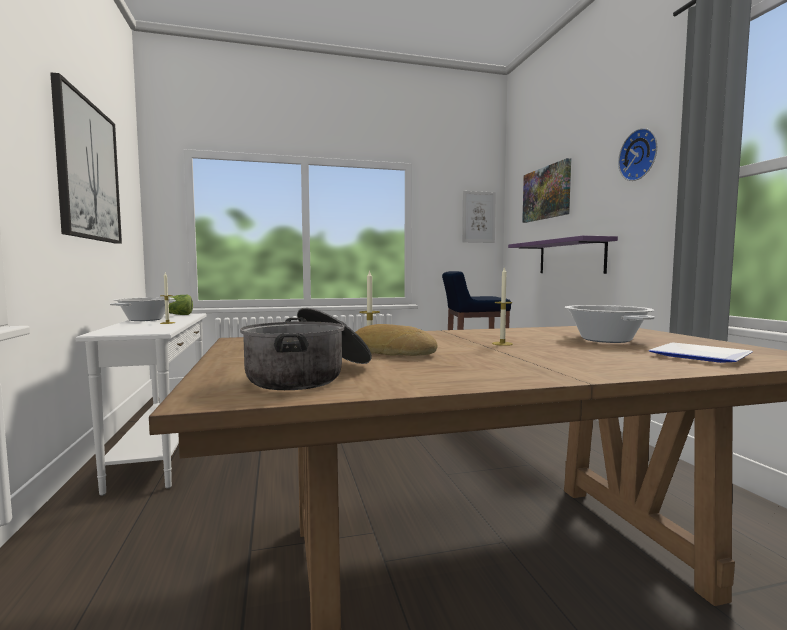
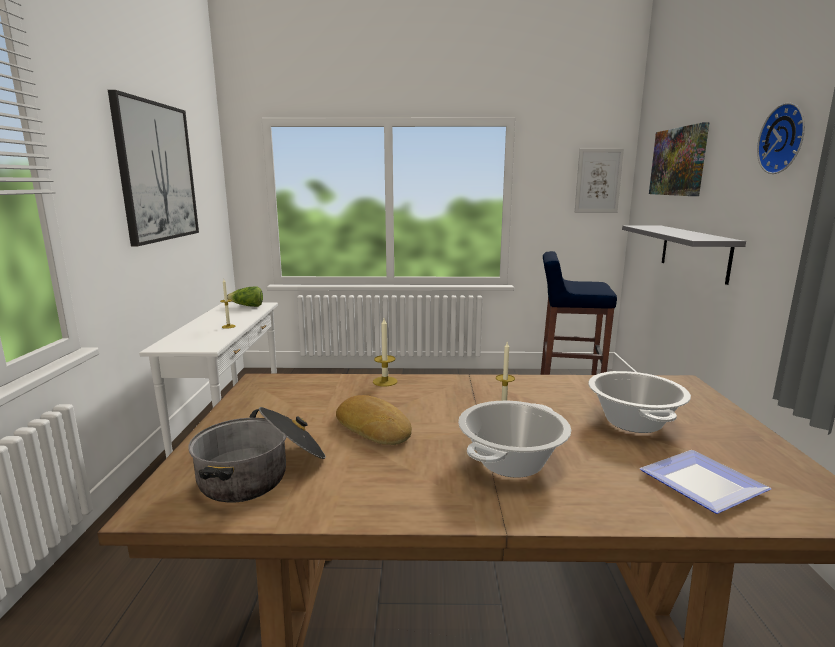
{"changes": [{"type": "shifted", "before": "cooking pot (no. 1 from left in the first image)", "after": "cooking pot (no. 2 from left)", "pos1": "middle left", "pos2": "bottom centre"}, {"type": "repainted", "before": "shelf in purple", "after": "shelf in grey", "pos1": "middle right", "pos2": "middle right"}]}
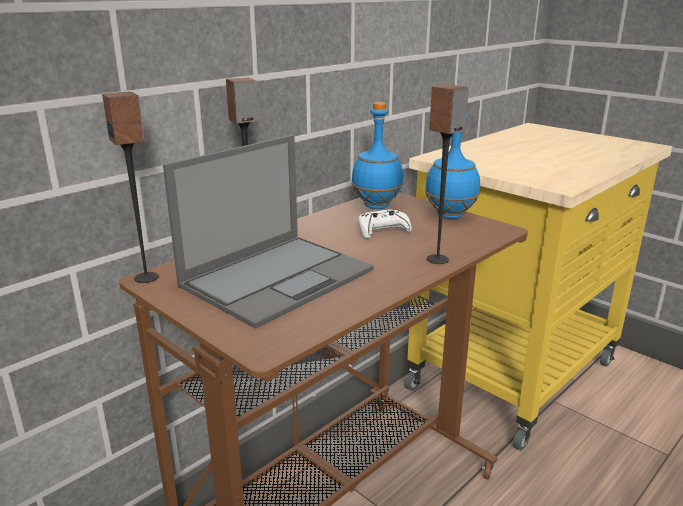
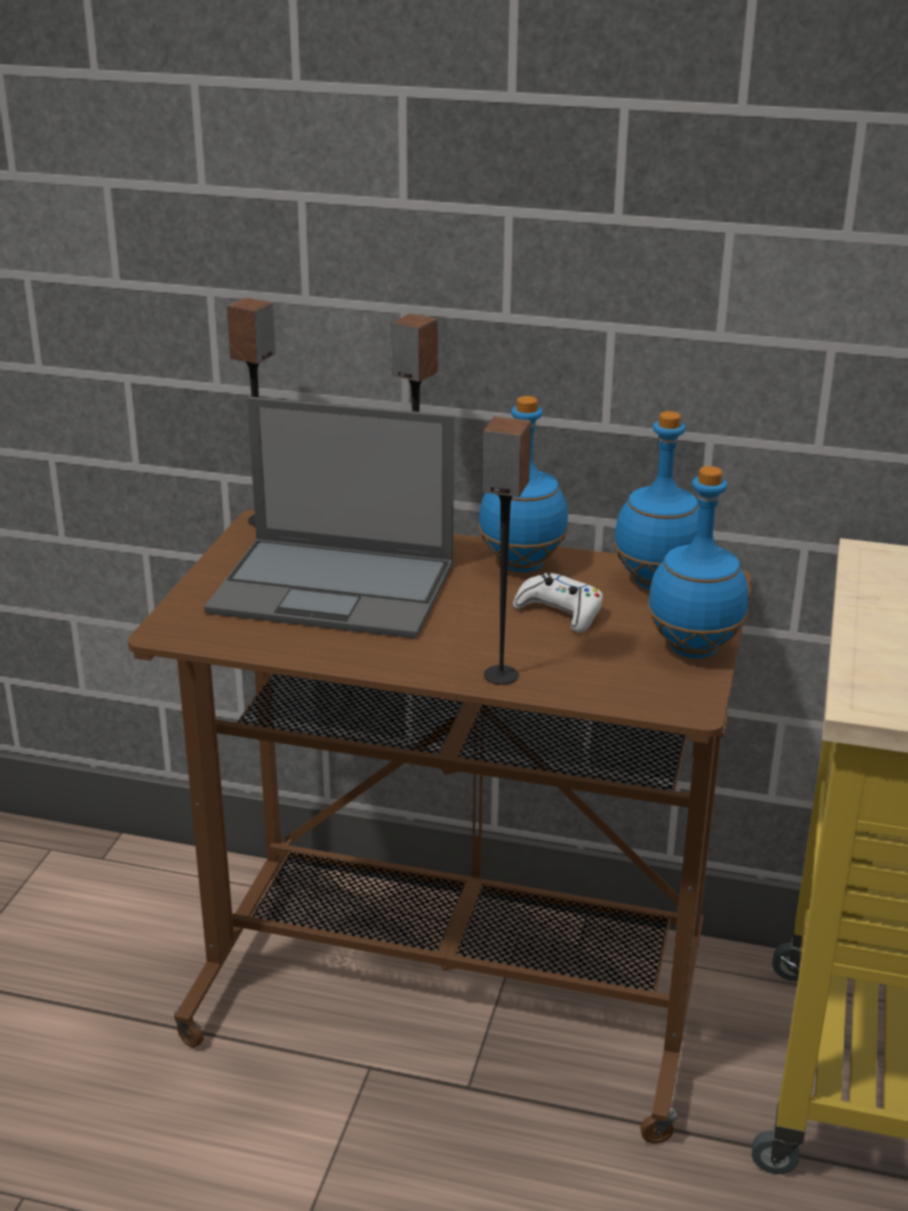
{"changes": [{"type": "new", "after": "bottle in blue (no. 1 from left)", "pos2": "centre"}]}
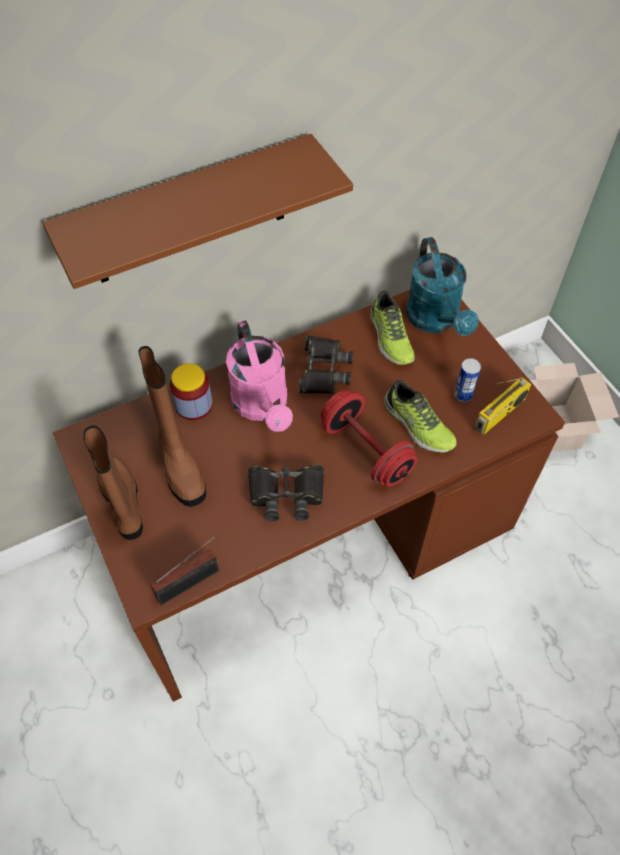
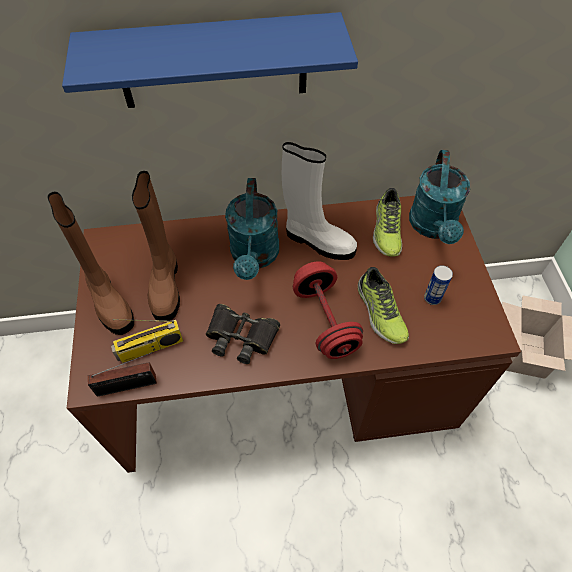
{"changes": [{"type": "rotated", "before": "boot in brown (no. 1 from left)", "pos1": "middle left", "pos2": "middle left", "turn": 150}, {"type": "repainted", "before": "shelf in brown", "after": "shelf in blue", "pos1": "top left", "pos2": "top centre"}, {"type": "shifted", "before": "radio (no. 2 from left)", "pos1": "middle right", "pos2": "middle left"}, {"type": "repainted", "before": "watering can in pink", "after": "watering can in turquoise (no. 1 from left)", "pos1": "centre", "pos2": "centre"}, {"type": "swapped", "before": "binoculars in black (no. 2 from left)", "after": "boot in white", "pos1": "centre", "pos2": "centre"}, {"type": "gone", "before": "jar", "pos1": "middle left"}]}
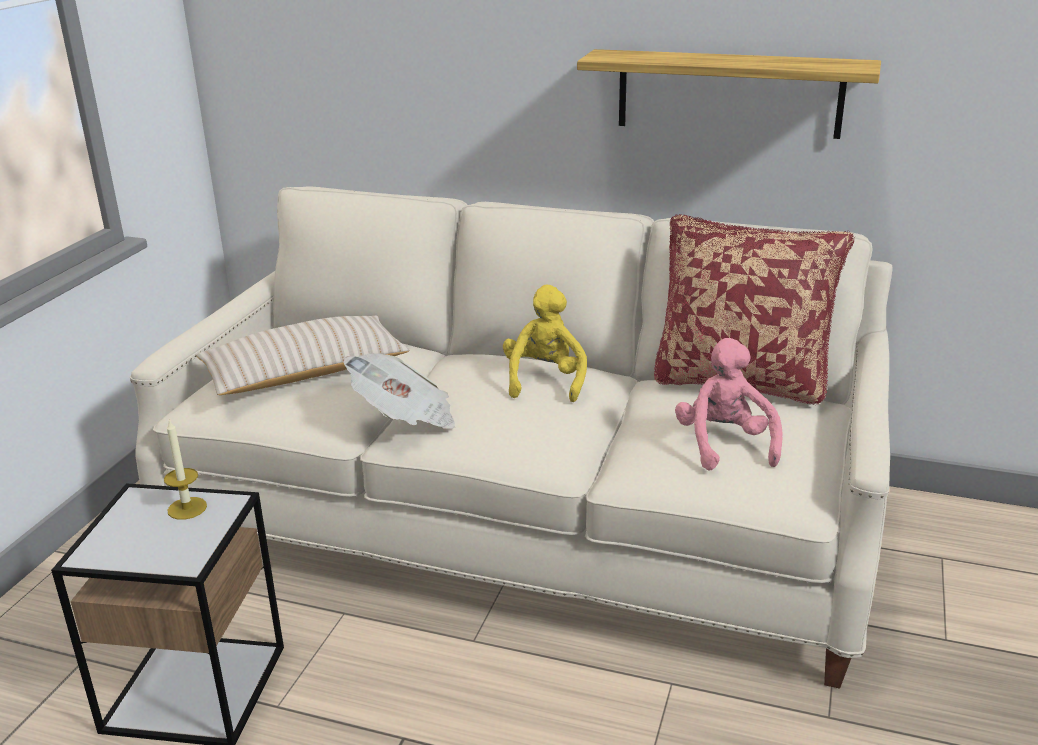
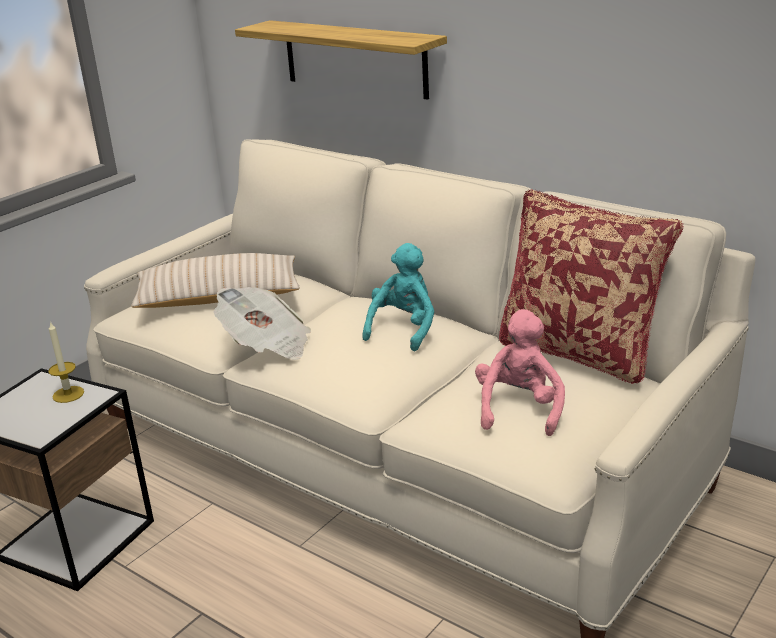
{"changes": [{"type": "shifted", "before": "shelf", "pos1": "top right", "pos2": "top centre"}, {"type": "repainted", "before": "plush toy in yellow", "after": "plush toy in turquoise", "pos1": "centre", "pos2": "centre"}]}
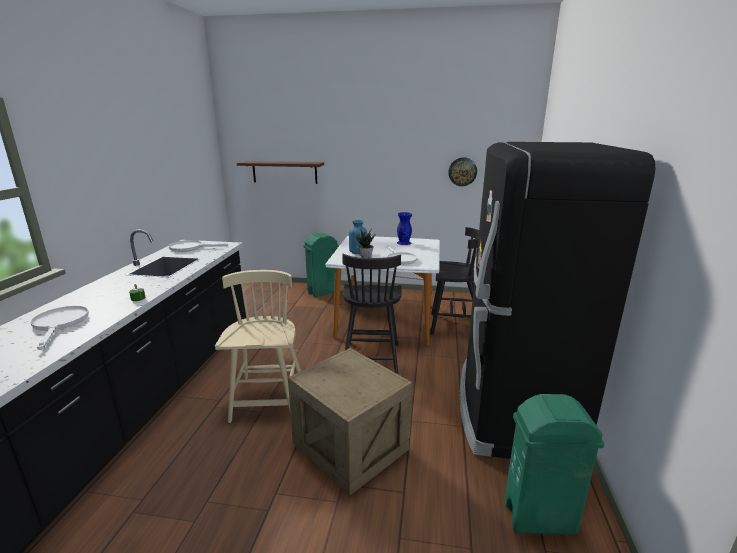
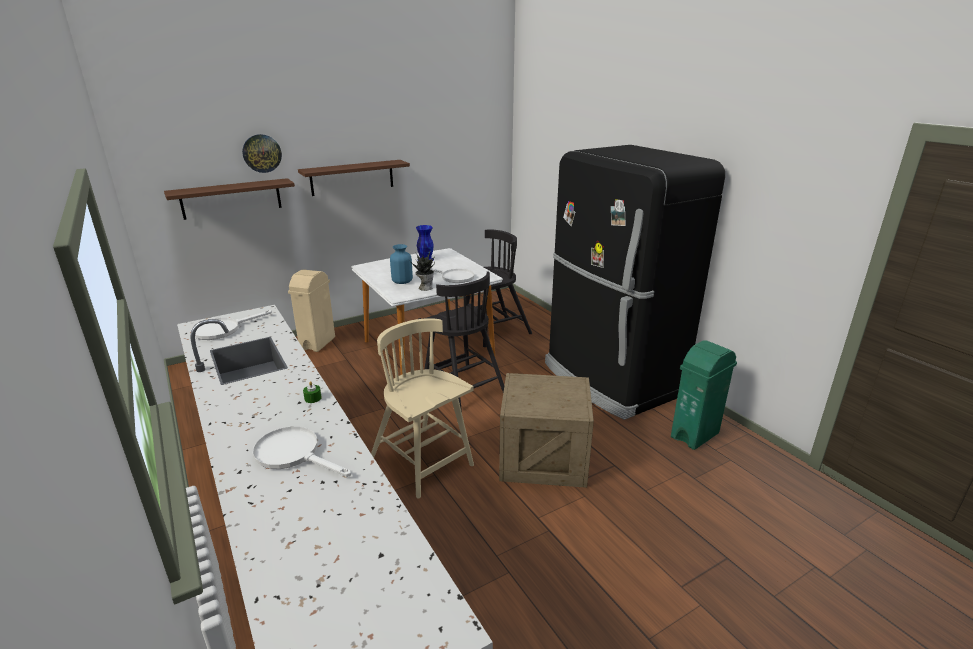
{"changes": [{"type": "shifted", "before": "wall clock", "pos1": "top centre", "pos2": "top left"}, {"type": "repainted", "before": "trash can in green (no. 1 from left)", "after": "trash can in beige", "pos1": "centre", "pos2": "middle left"}, {"type": "new", "after": "shelf in brown (no. 2 from left)", "pos2": "top centre"}]}
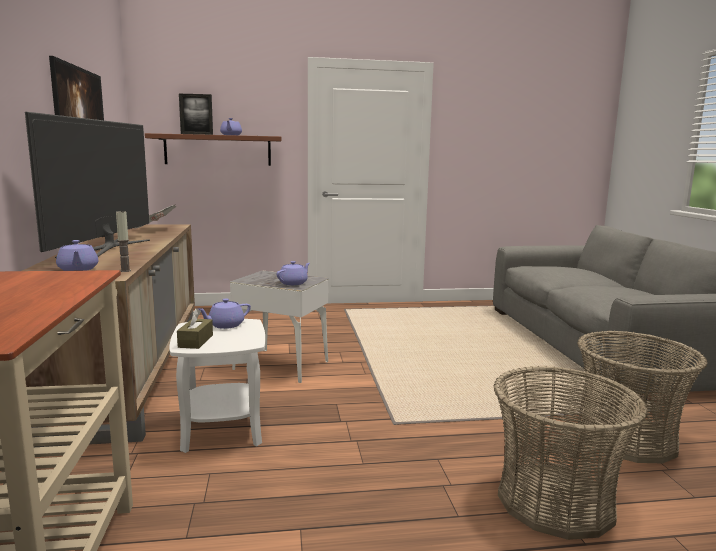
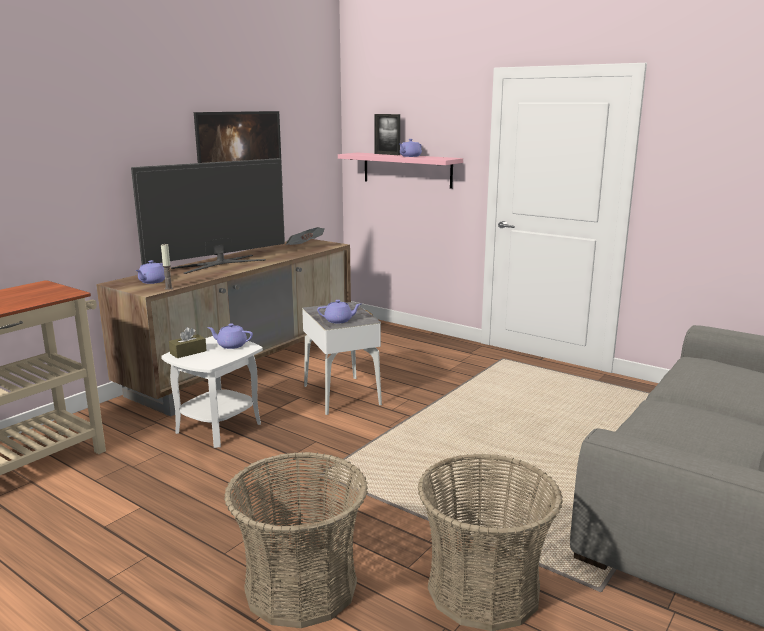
{"changes": [{"type": "repainted", "before": "shelf in brown", "after": "shelf in pink", "pos1": "top left", "pos2": "top centre"}]}
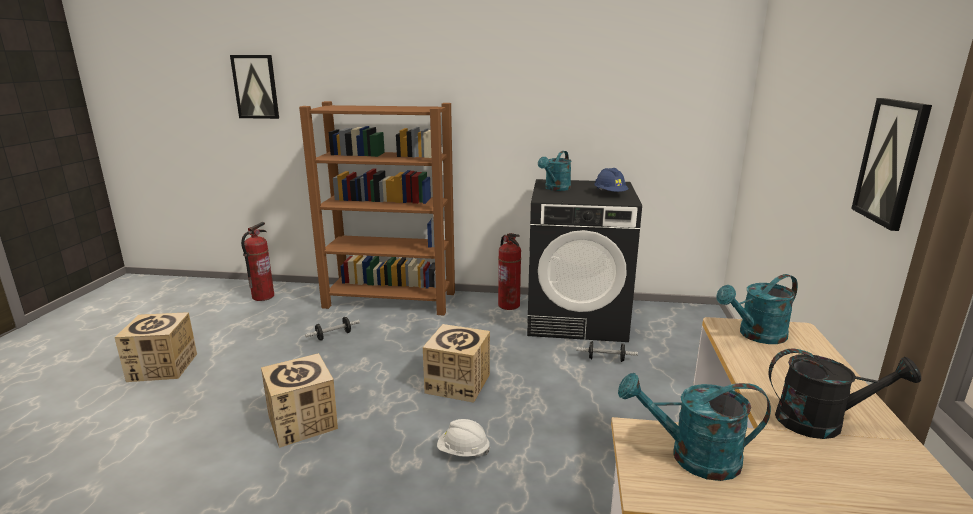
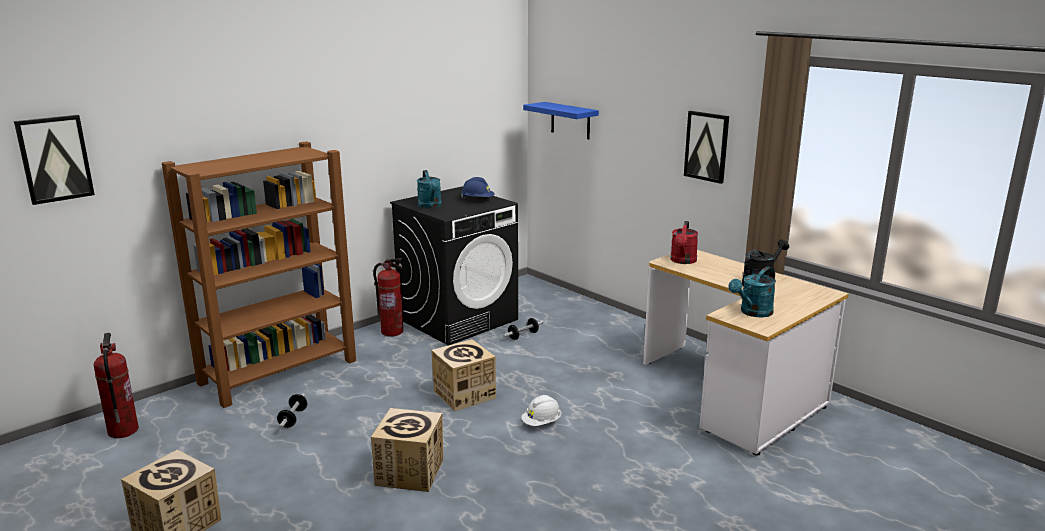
{"changes": [{"type": "new", "after": "shelf in blue", "pos2": "top centre"}, {"type": "repainted", "before": "watering can in turquoise (no. 3 from left)", "after": "watering can in red", "pos1": "middle right", "pos2": "centre"}]}
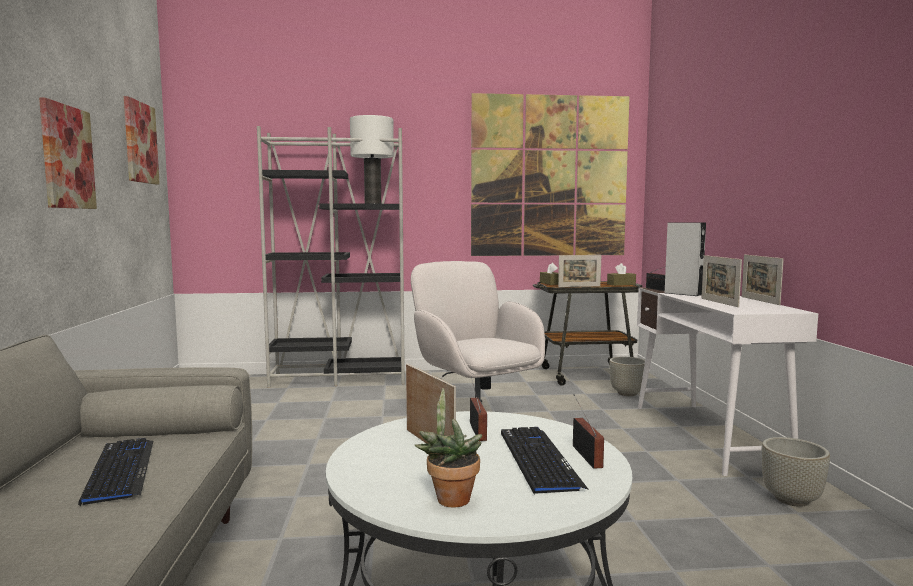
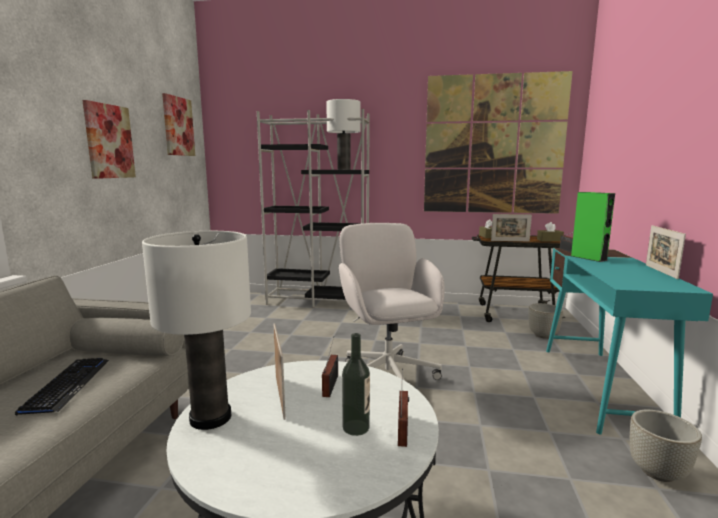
{"changes": [{"type": "new", "after": "table lamp in white (no. 1 from left)", "pos2": "middle left"}, {"type": "swapped", "before": "keyboard (no. 2 from left)", "after": "bottle", "pos1": "bottom centre", "pos2": "bottom centre"}, {"type": "repainted", "before": "desk in white", "after": "desk in turquoise", "pos1": "middle right", "pos2": "middle right"}, {"type": "repainted", "before": "speaker in grey", "after": "speaker in green", "pos1": "middle right", "pos2": "middle right"}, {"type": "gone", "before": "potted plant", "pos1": "bottom centre"}, {"type": "gone", "before": "picture frame (no. 3 from left)", "pos1": "middle right"}]}
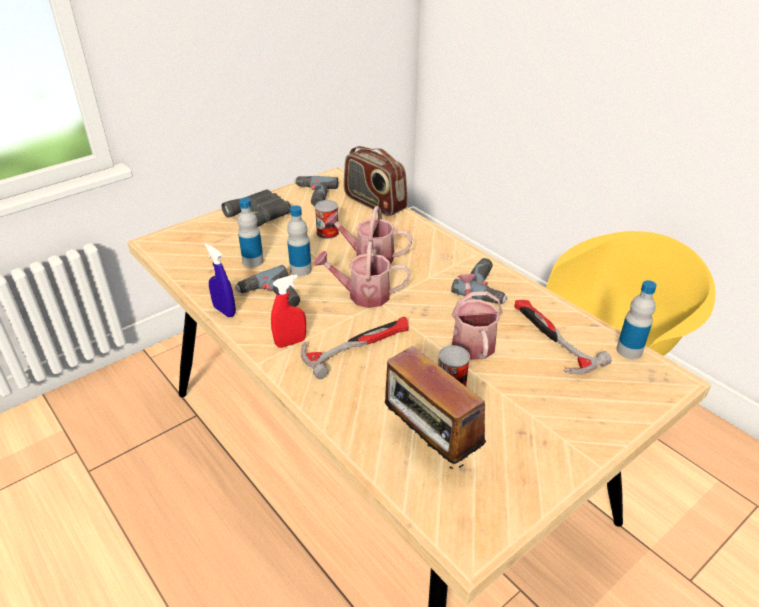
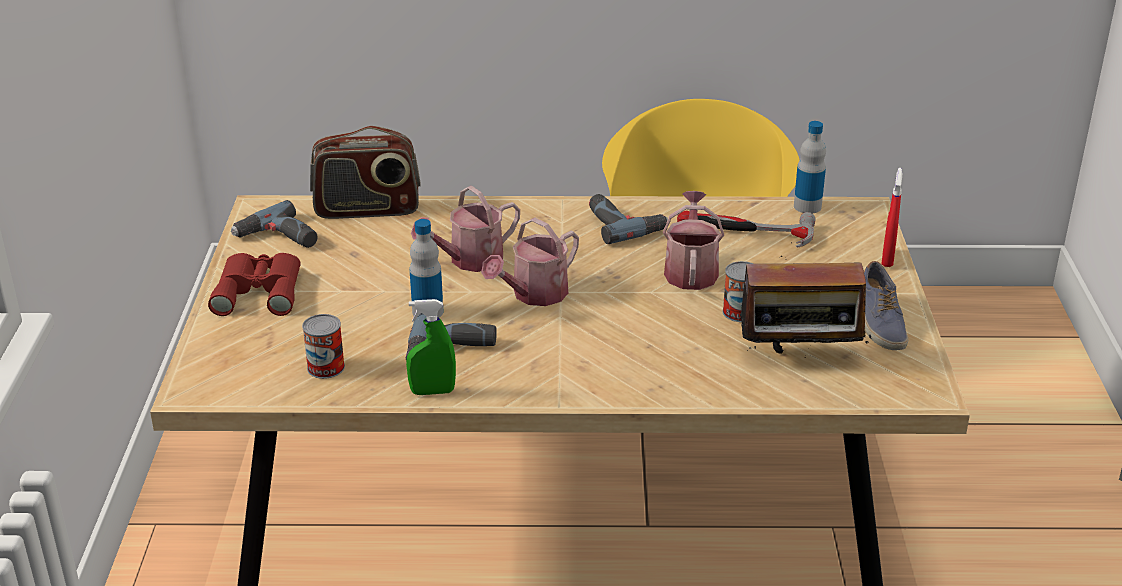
{"changes": [{"type": "repainted", "before": "binoculars in grey", "after": "binoculars in red", "pos1": "centre", "pos2": "middle left"}, {"type": "shifted", "before": "can (no. 1 from left)", "pos1": "centre", "pos2": "middle left"}, {"type": "repainted", "before": "spray bottle in blue", "after": "spray bottle in green", "pos1": "middle left", "pos2": "centre"}, {"type": "rotated", "before": "watering can (no. 3 from left)", "pos1": "centre", "pos2": "centre", "turn": 60}, {"type": "new", "after": "shoe", "pos2": "middle right"}, {"type": "shifted", "before": "spray bottle in red", "pos1": "centre", "pos2": "middle right"}, {"type": "gone", "before": "bottle (no. 1 from left)", "pos1": "middle left"}, {"type": "gone", "before": "hammer (no. 1 from left)", "pos1": "centre"}]}
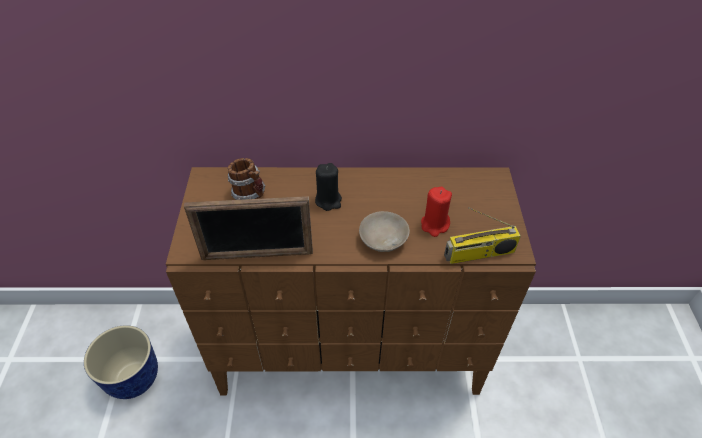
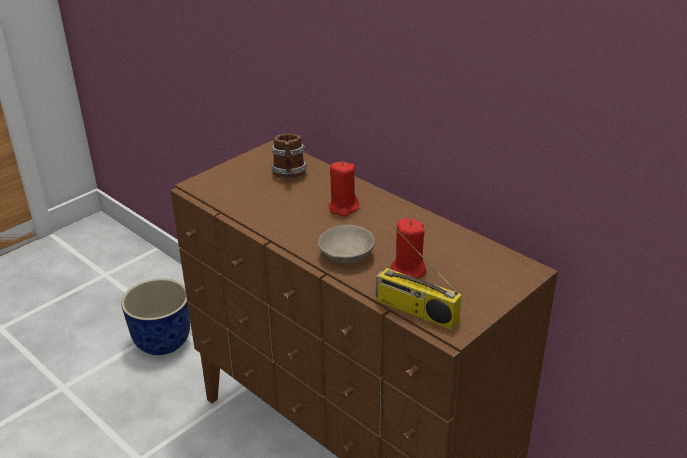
{"changes": [{"type": "repainted", "before": "candle in black", "after": "candle in red (no. 1 from left)", "pos1": "centre", "pos2": "centre"}, {"type": "gone", "before": "picture frame", "pos1": "centre"}]}
